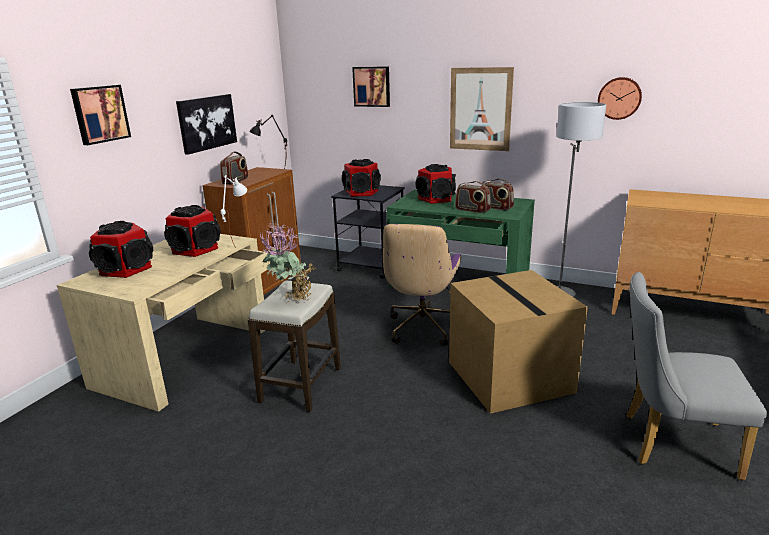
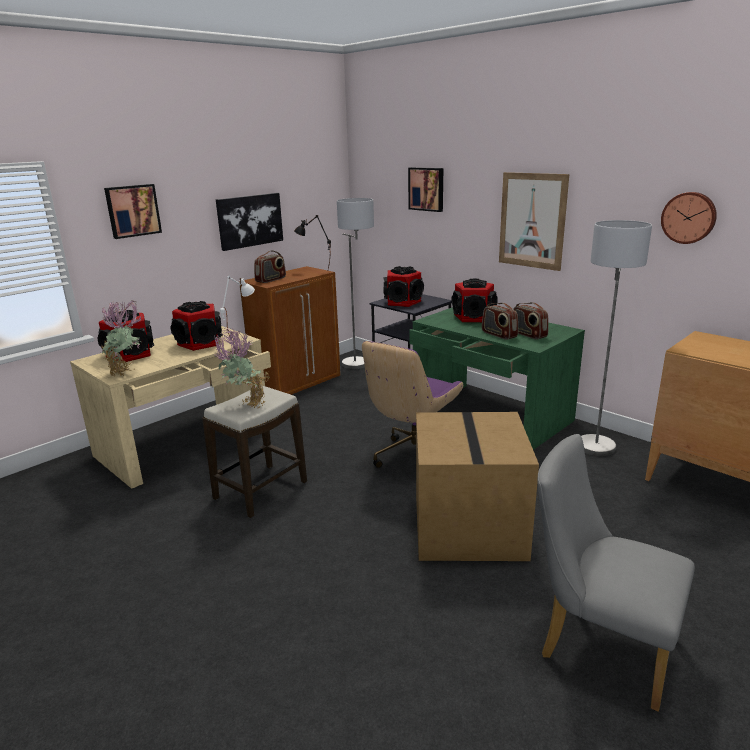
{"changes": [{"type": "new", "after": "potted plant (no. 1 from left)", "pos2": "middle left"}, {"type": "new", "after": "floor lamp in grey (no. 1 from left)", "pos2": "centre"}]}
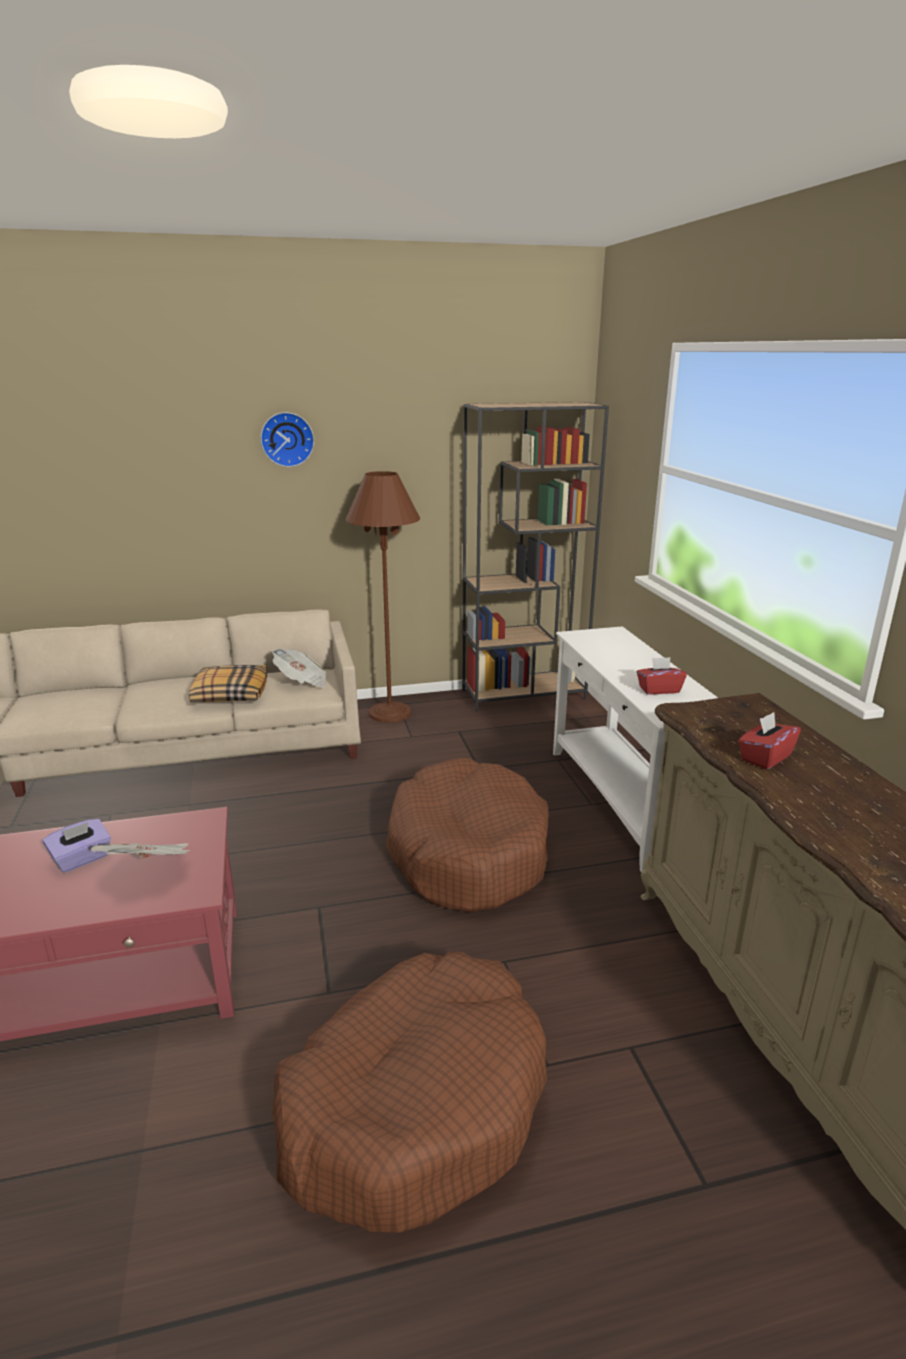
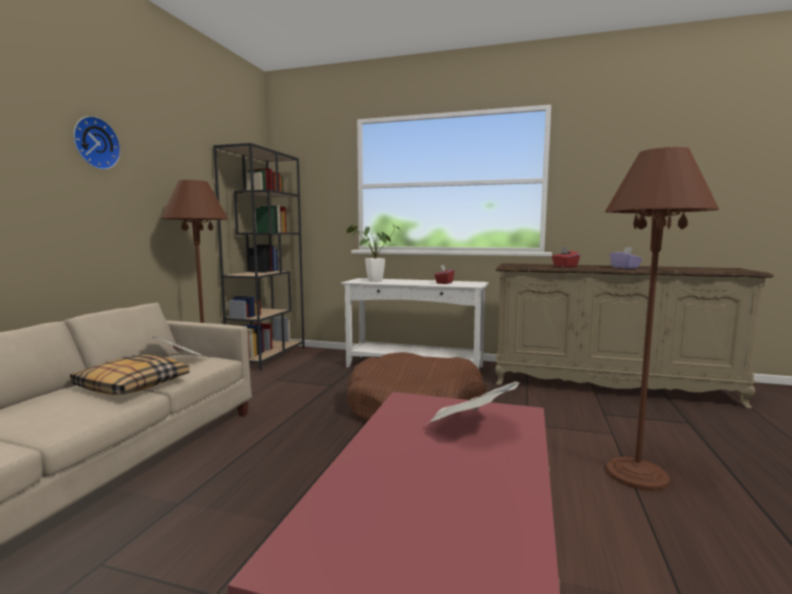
{"changes": [{"type": "new", "after": "potted plant", "pos2": "centre"}, {"type": "swapped", "before": "dog bed in brown (no. 1 from left)", "after": "floor lamp in brown (no. 2 from left)", "pos1": "bottom centre", "pos2": "middle right"}, {"type": "shifted", "before": "tissue box in purple", "pos1": "middle left", "pos2": "middle right"}]}
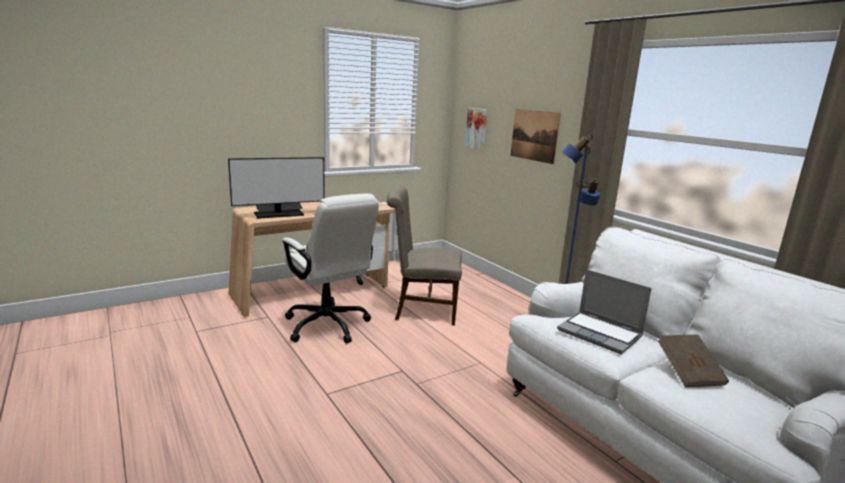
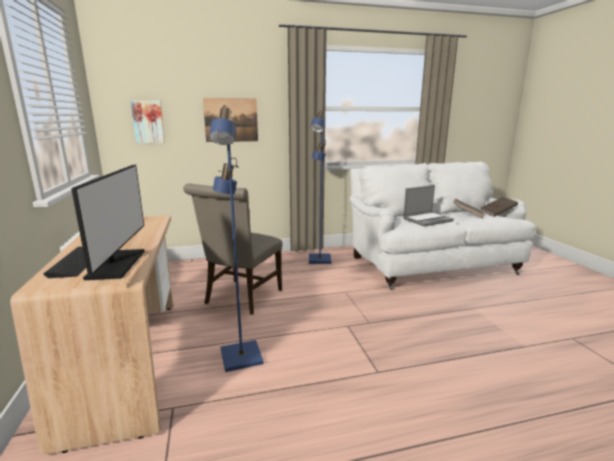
{"changes": [{"type": "swapped", "before": "office chair in white", "after": "floor lamp in blue (no. 1 from left)", "pos1": "centre", "pos2": "centre"}, {"type": "new", "after": "book in brown (no. 2 from left)", "pos2": "middle right"}]}
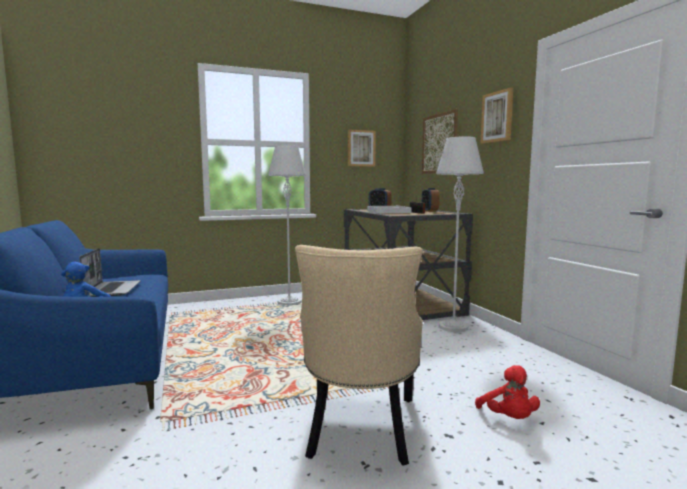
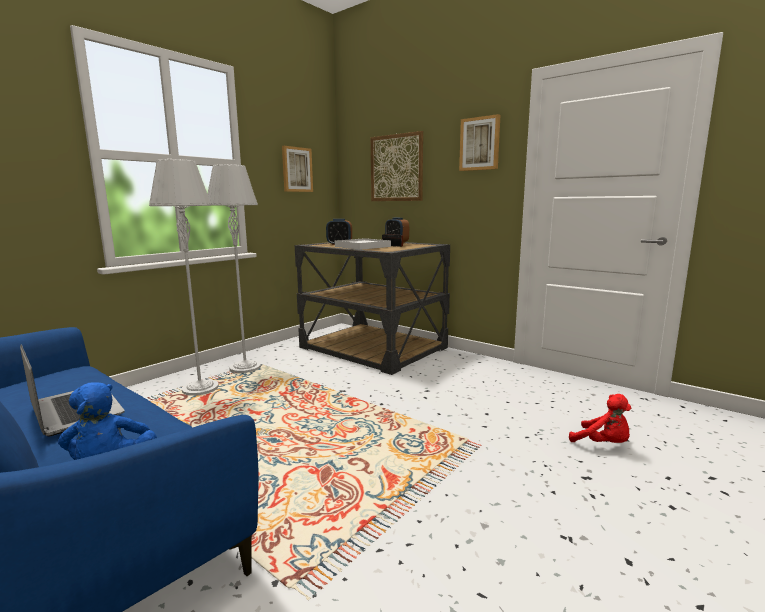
{"changes": [{"type": "shifted", "before": "floor lamp in grey (no. 2 from left in the first image)", "after": "floor lamp in grey (no. 1 from left)", "pos1": "middle right", "pos2": "middle left"}, {"type": "gone", "before": "armchair in beige", "pos1": "bottom centre"}]}
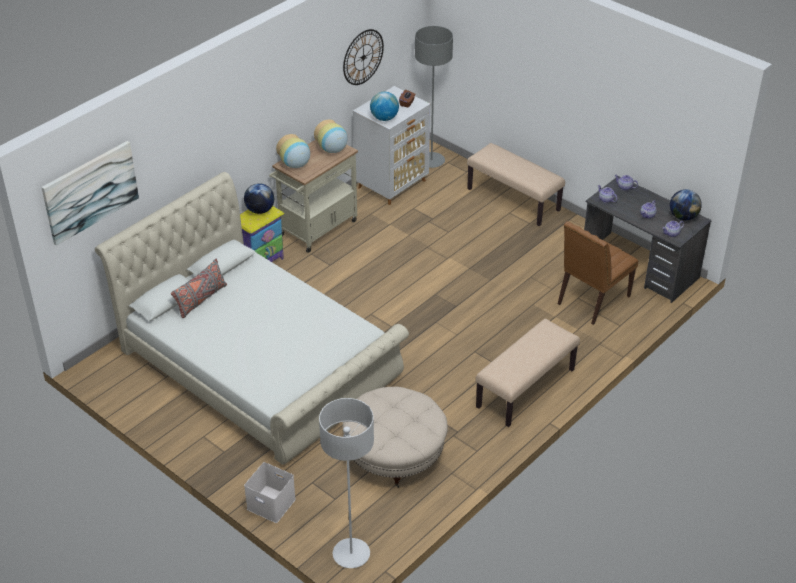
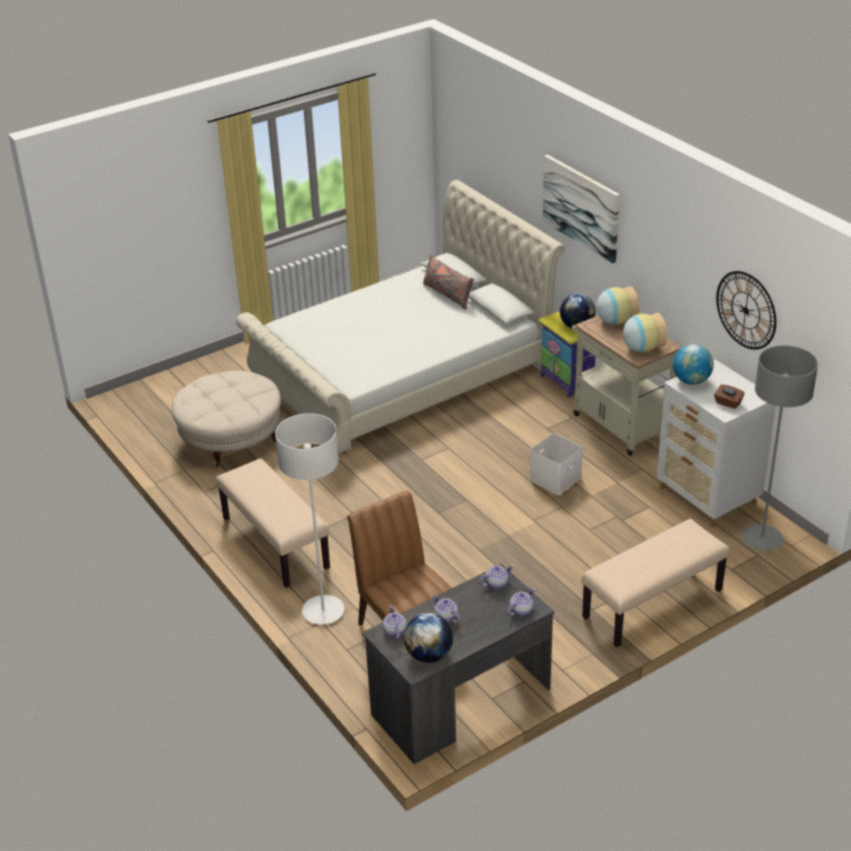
{"changes": [{"type": "shifted", "before": "floor lamp in grey (no. 1 from left)", "pos1": "bottom centre", "pos2": "centre"}, {"type": "shifted", "before": "storage box in white", "pos1": "bottom centre", "pos2": "centre"}, {"type": "shifted", "before": "picture", "pos1": "top left", "pos2": "top right"}]}
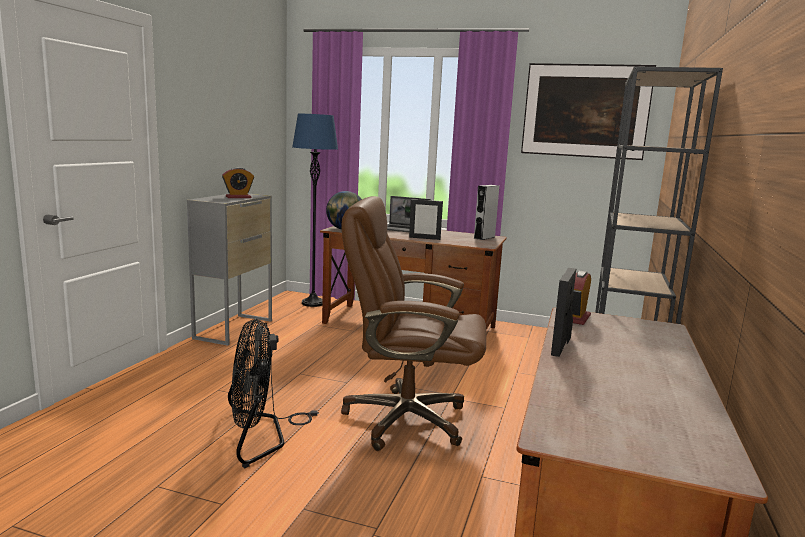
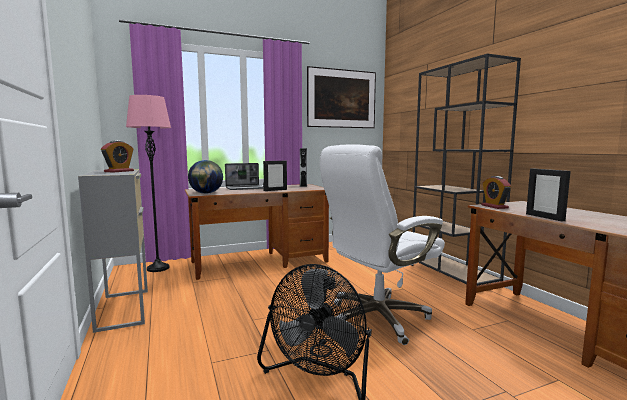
{"changes": [{"type": "repainted", "before": "floor lamp in blue", "after": "floor lamp in pink", "pos1": "centre", "pos2": "middle left"}, {"type": "repainted", "before": "office chair in brown", "after": "office chair in white", "pos1": "centre", "pos2": "centre"}]}
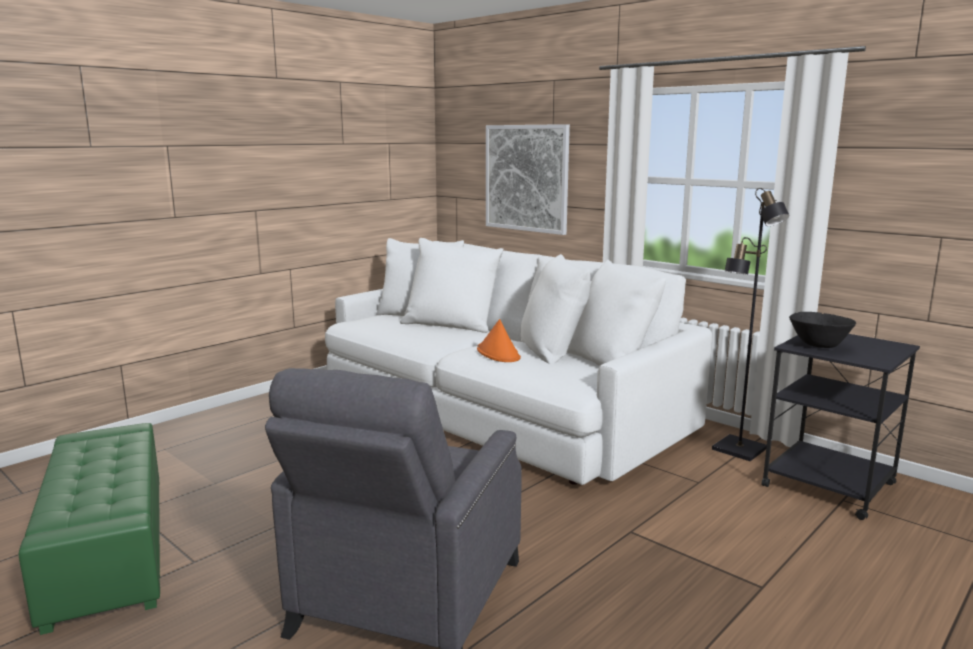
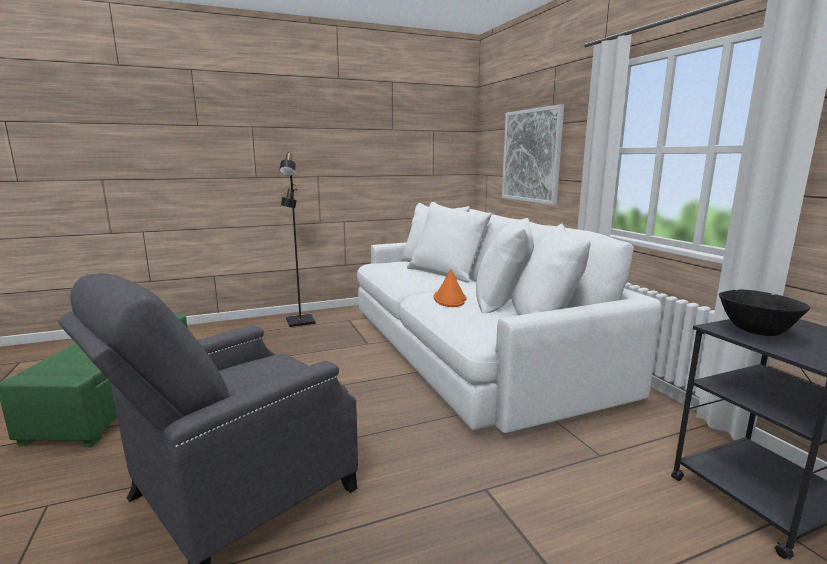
{"changes": [{"type": "shifted", "before": "floor lamp in black", "pos1": "middle right", "pos2": "centre"}]}
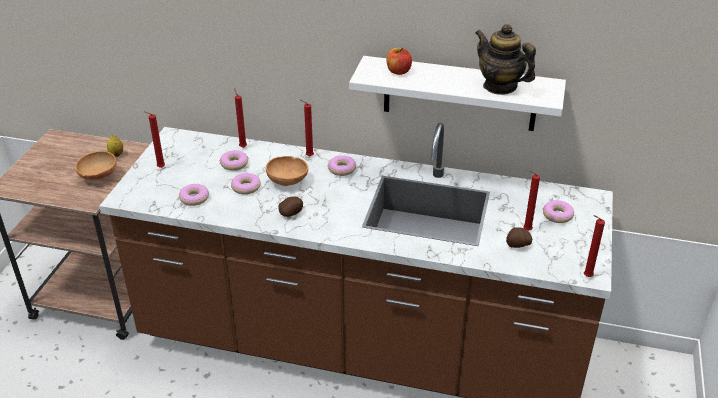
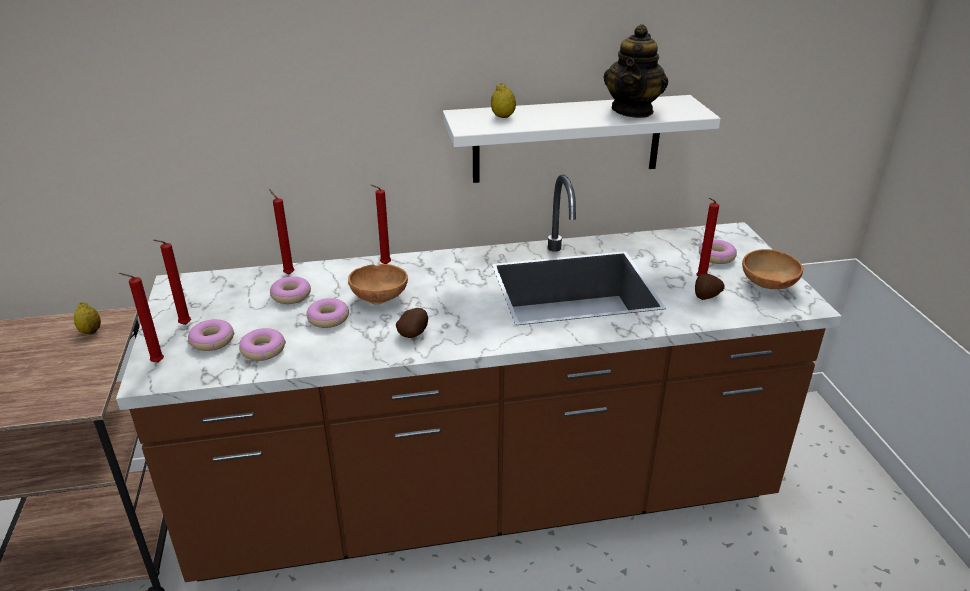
{"changes": [{"type": "shifted", "before": "candle in red (no. 5 from left in the first image)", "after": "candle in red (no. 1 from left)", "pos1": "middle right", "pos2": "middle left"}, {"type": "shifted", "before": "donut (no. 4 from left in the first image)", "after": "donut (no. 1 from left)", "pos1": "centre", "pos2": "middle left"}, {"type": "swapped", "before": "apple", "after": "lemon (no. 2 from left)", "pos1": "top centre", "pos2": "top centre"}, {"type": "rotated", "before": "teapot", "pos1": "top right", "pos2": "top centre", "turn": -90}, {"type": "shifted", "before": "bowl in brown (no. 1 from left in the first image)", "after": "bowl in brown (no. 2 from left)", "pos1": "middle left", "pos2": "middle right"}]}
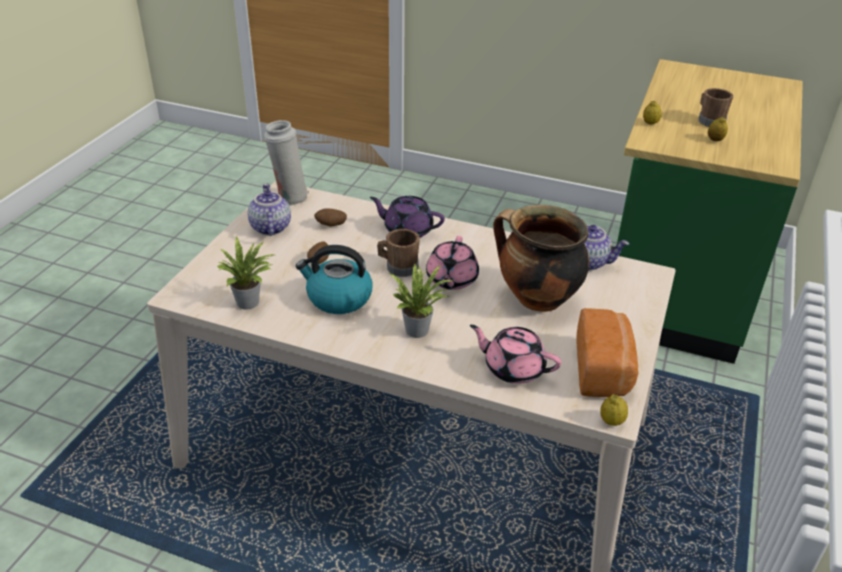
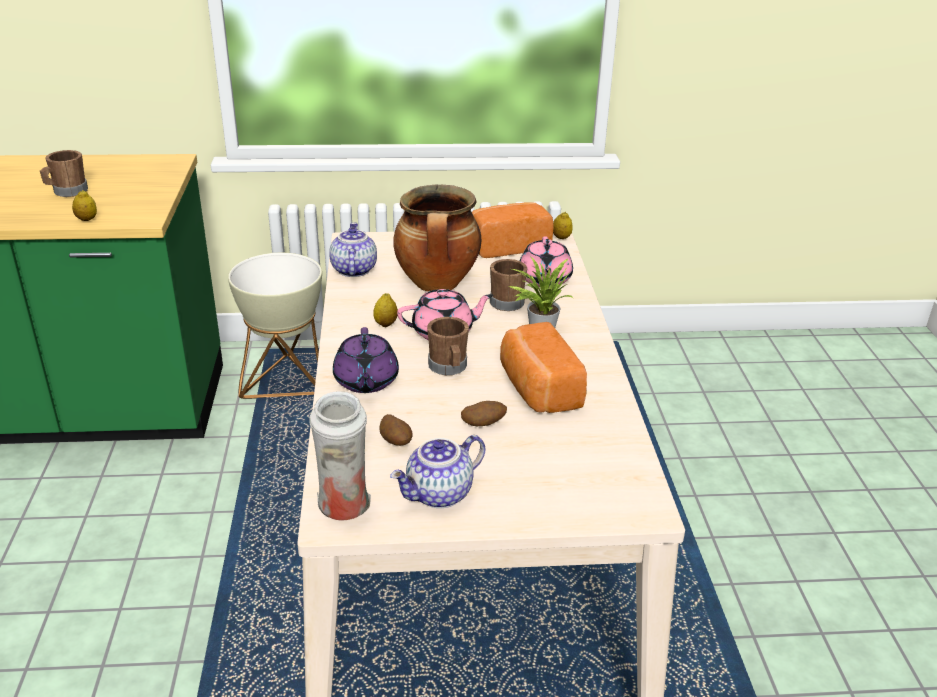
{"changes": [{"type": "new", "after": "planter", "pos2": "middle left"}, {"type": "shifted", "before": "lemon (no. 3 from left in the first image)", "after": "lemon (no. 2 from left)", "pos1": "top right", "pos2": "centre"}, {"type": "new", "after": "mug in brown (no. 3 from left)", "pos2": "centre"}, {"type": "swapped", "before": "kettle", "after": "bread (no. 2 from left)", "pos1": "centre", "pos2": "centre"}, {"type": "gone", "before": "potted plant (no. 1 from left)", "pos1": "middle left"}]}
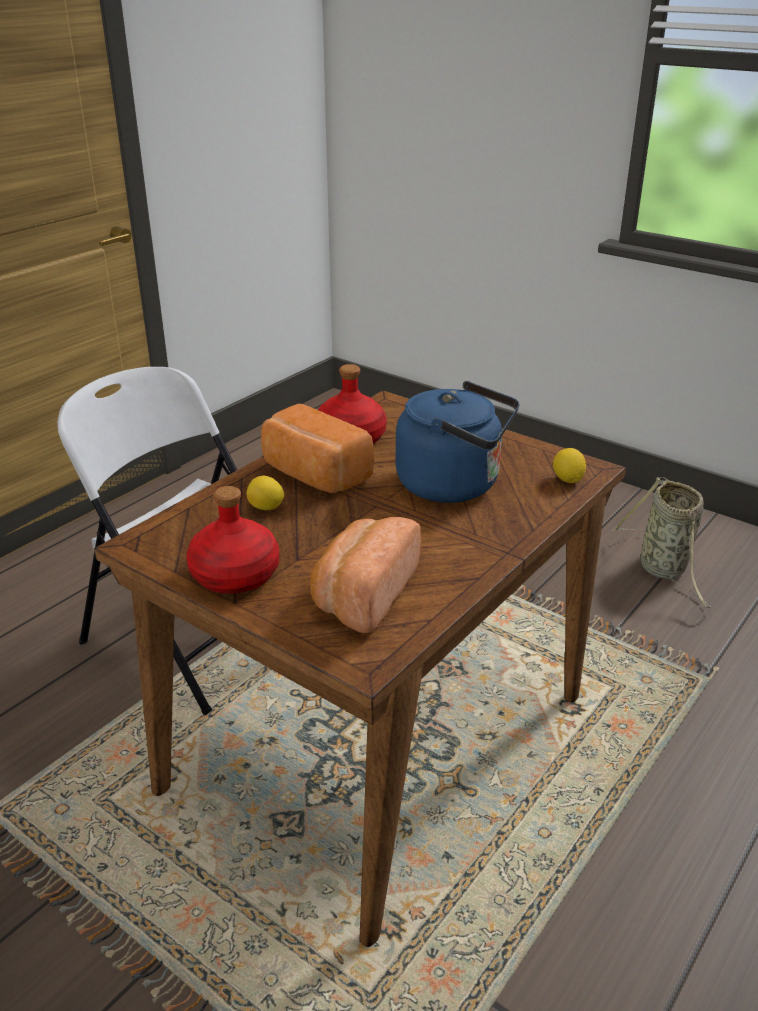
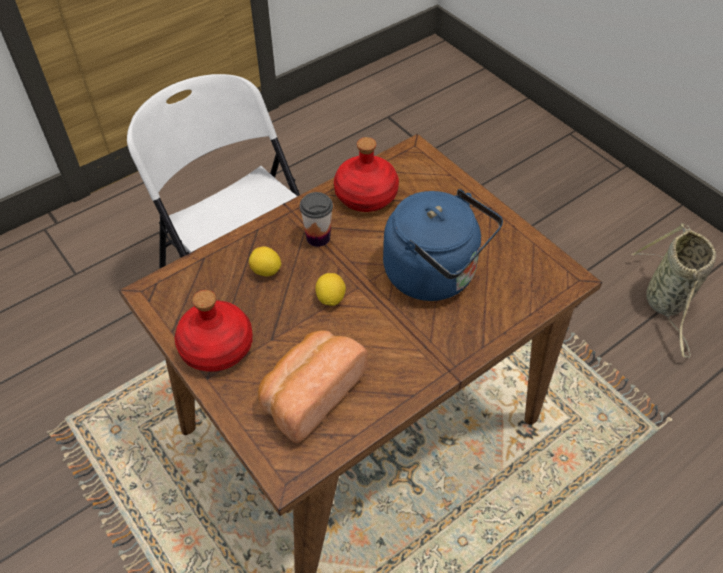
{"changes": [{"type": "swapped", "before": "bread (no. 1 from left)", "after": "cup", "pos1": "centre", "pos2": "centre"}, {"type": "shifted", "before": "lemon (no. 2 from left)", "pos1": "middle right", "pos2": "centre"}]}
